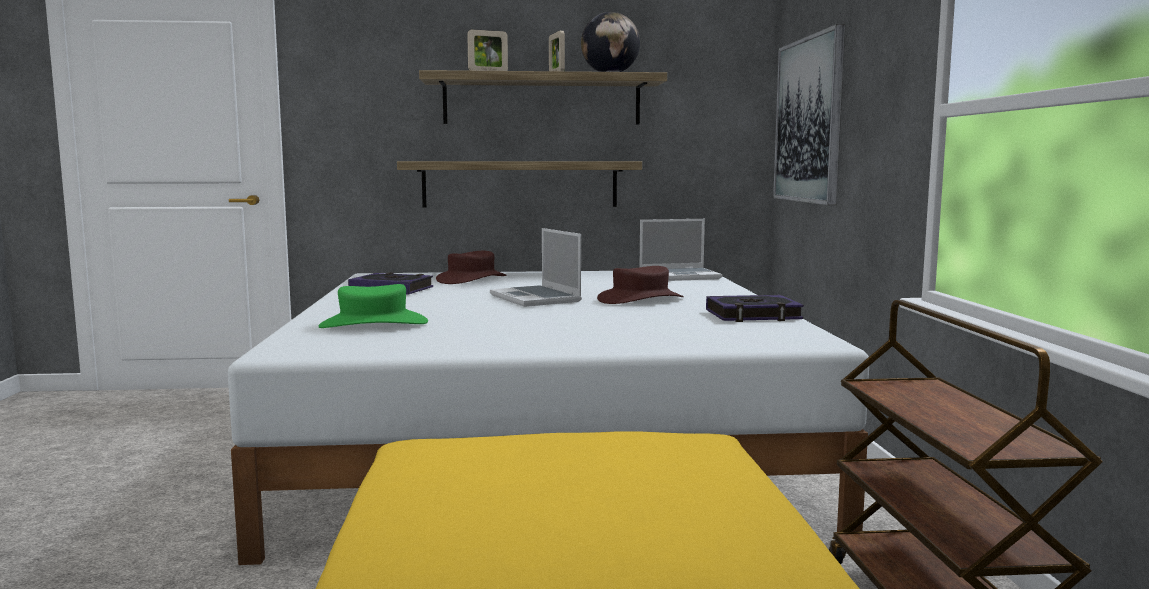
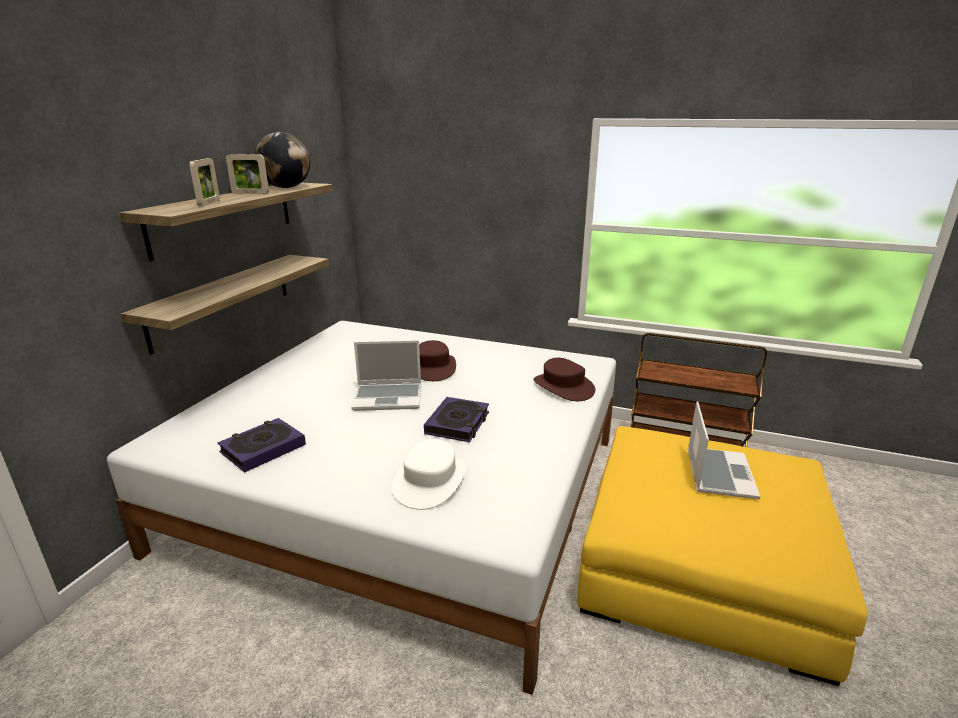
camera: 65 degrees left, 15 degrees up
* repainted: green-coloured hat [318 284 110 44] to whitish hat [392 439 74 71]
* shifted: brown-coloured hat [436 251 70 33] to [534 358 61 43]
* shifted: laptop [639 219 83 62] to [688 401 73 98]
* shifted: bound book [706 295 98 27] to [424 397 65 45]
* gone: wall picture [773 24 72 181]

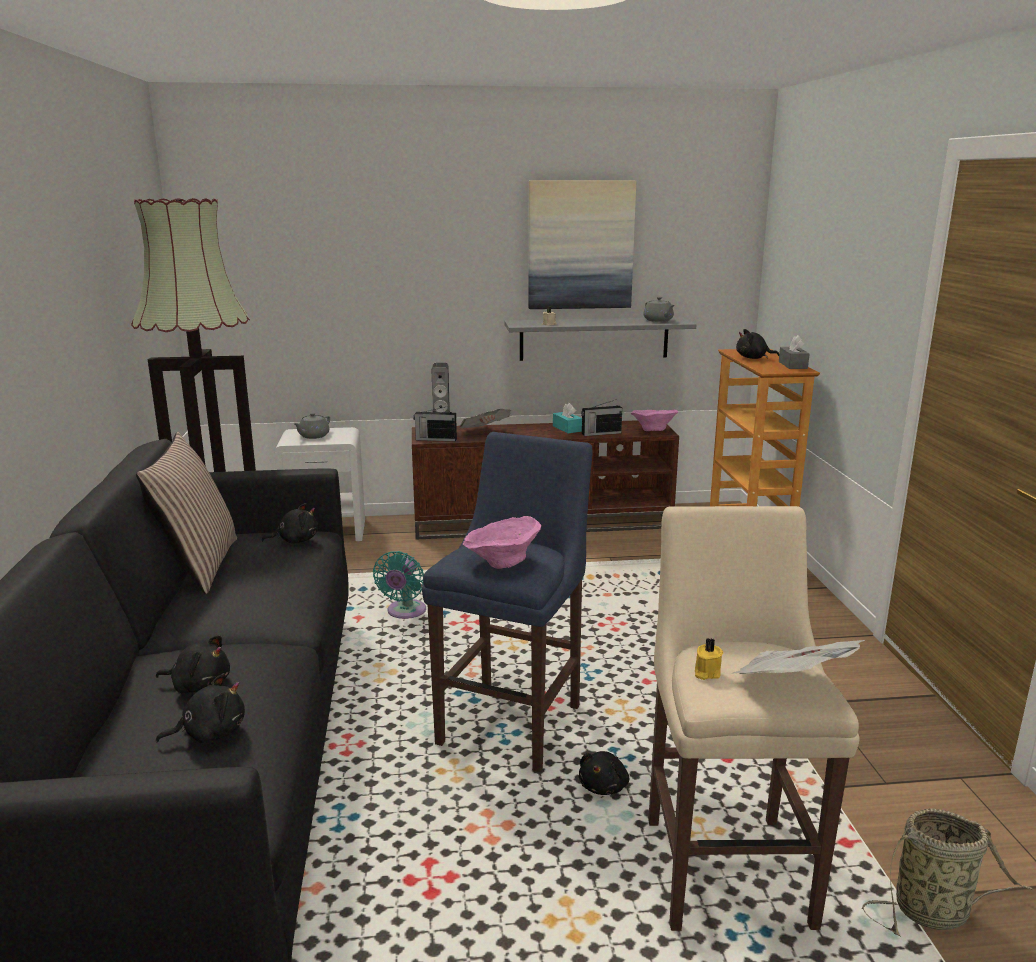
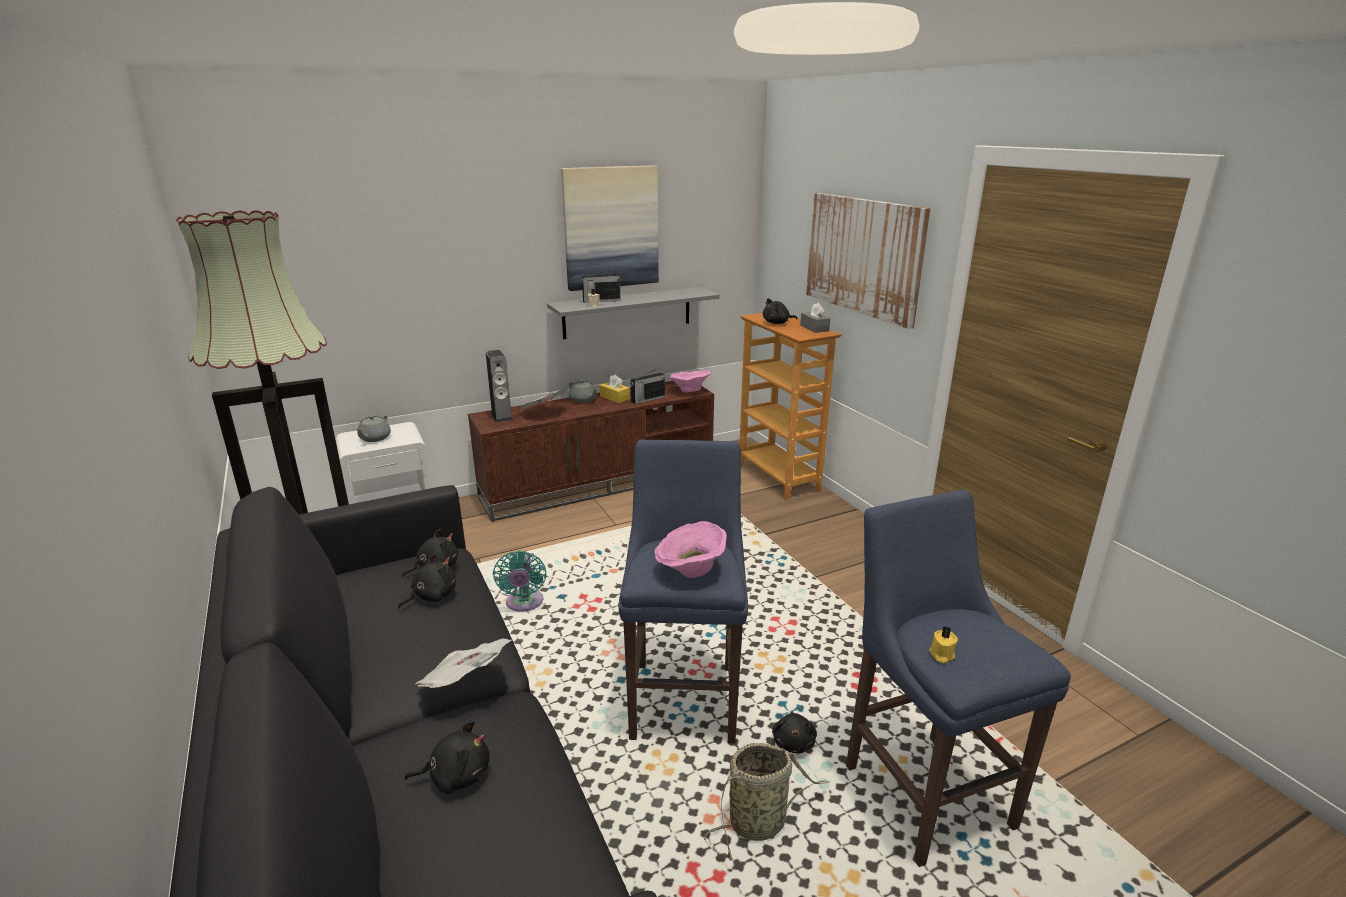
camera: 20 degrees left, 5 degrees up
* gone: throw pillow [136 432 101 162]
* shifted: blackish plush toy [156 673 89 71] to [398 554 58 55]
* shifted: radio receiver [413 406 44 35] to [581 268 40 35]
* repainted: blue-green box of tissues [553 403 29 31] to yellow-coloured box of tissues [600 375 30 28]
* shifted: gray teapot [643 297 31 25] to [569 379 29 24]
* repainted: beige-coloured stool [648 506 212 425] to blue-coloured stool [846 490 225 377]
* shifted: daily paper [731 640 134 34] to [415 638 96 50]
* shifted: storage basket [862 808 171 128] to [704 743 125 118]
* new: wall picture [806 193 124 136]

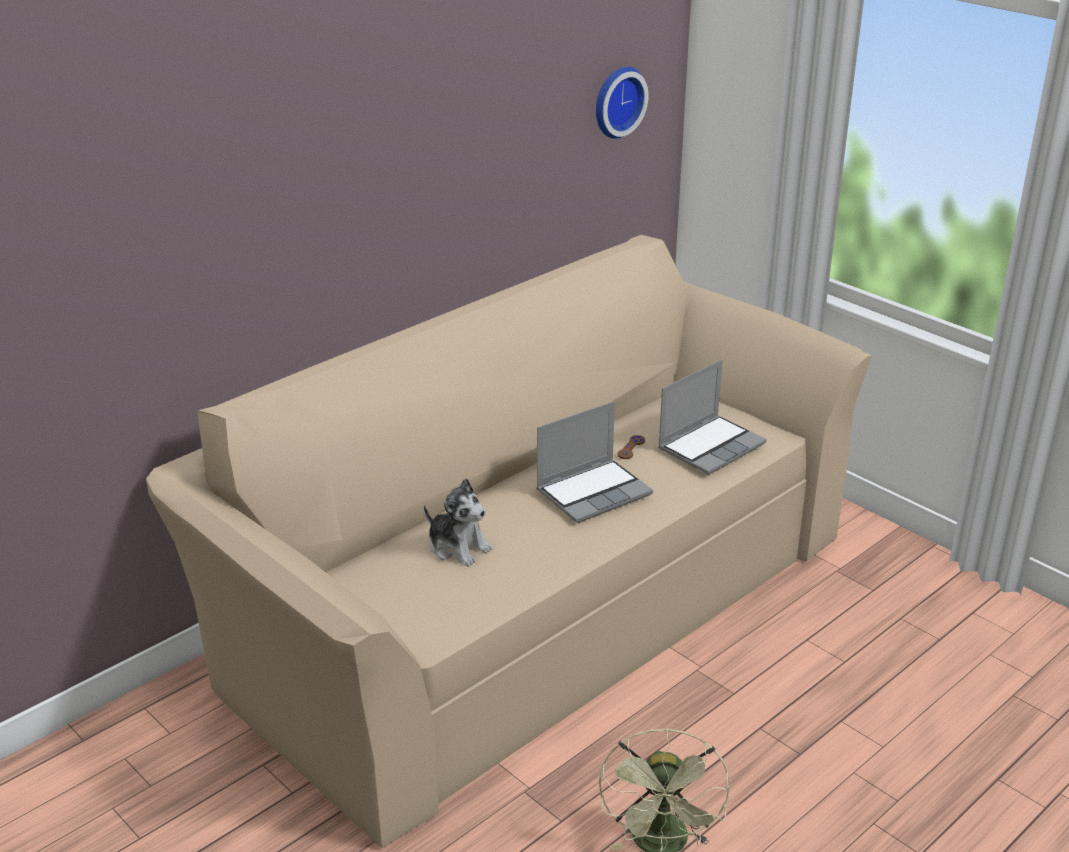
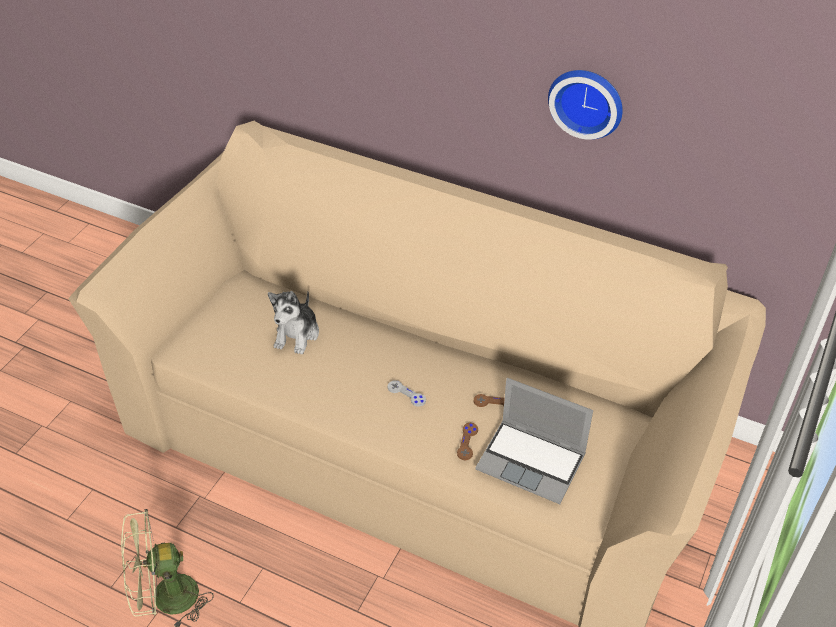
camera: 70 degrees right, 15 degrees up
* swapped: laptop [536 401 117 122] to gray joypad [387 380 39 27]
* shifted: wall clock [596 67 53 72] to [548 70 75 70]
* new: brown-coloured joypad [457 423 21 37]

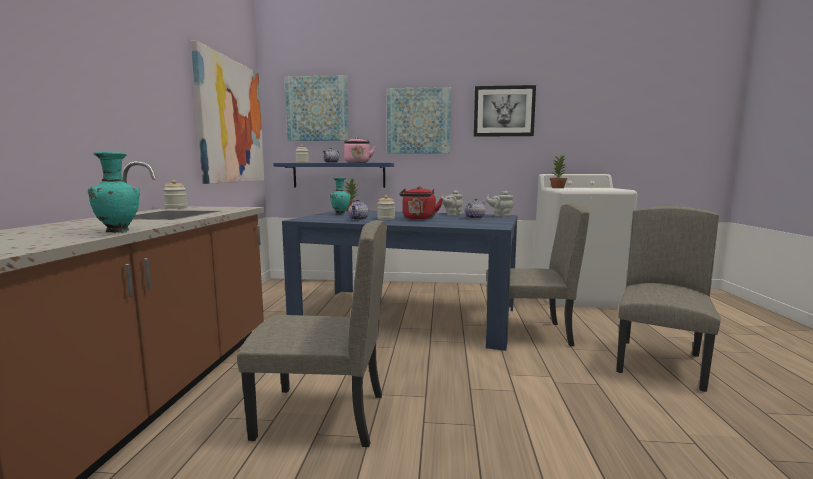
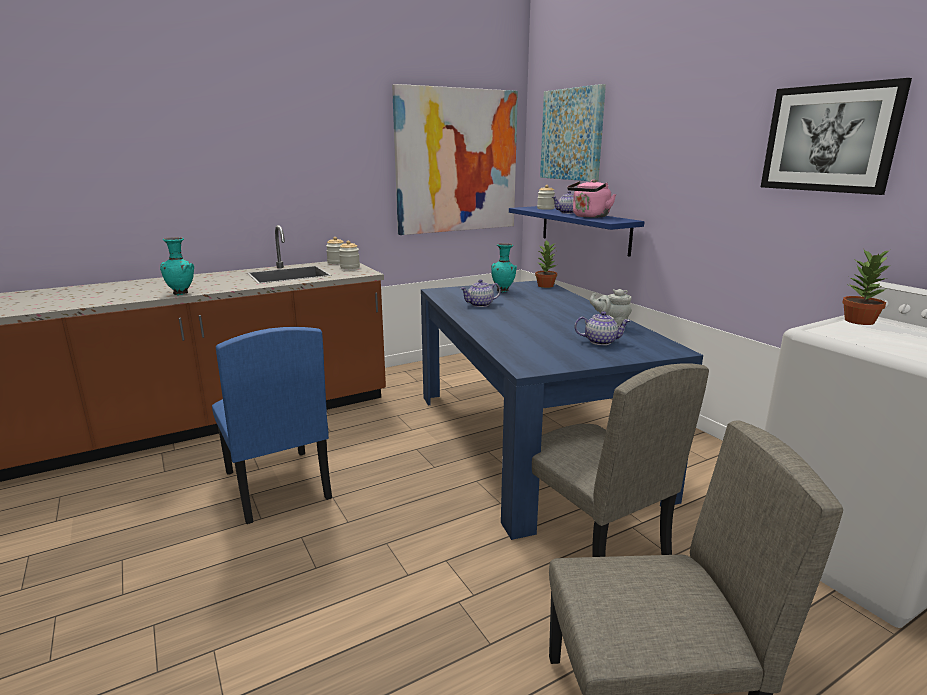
camera: 55 degrees right, 10 degrees up
* repainted: beige-coloured plain chair [237 220 150 227] to blue-coloured plain chair [212 327 120 197]
* shifted: jar [377 195 18 25] to [339 241 21 28]
* gone: wall picture [387 87 64 67]
* gone: red tea kettle [399 186 44 34]
* gone: gray teapot [486 191 27 26]

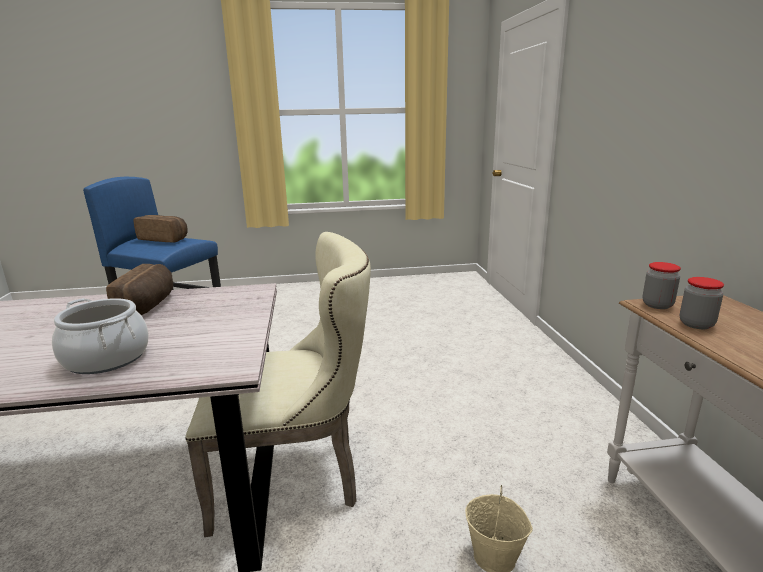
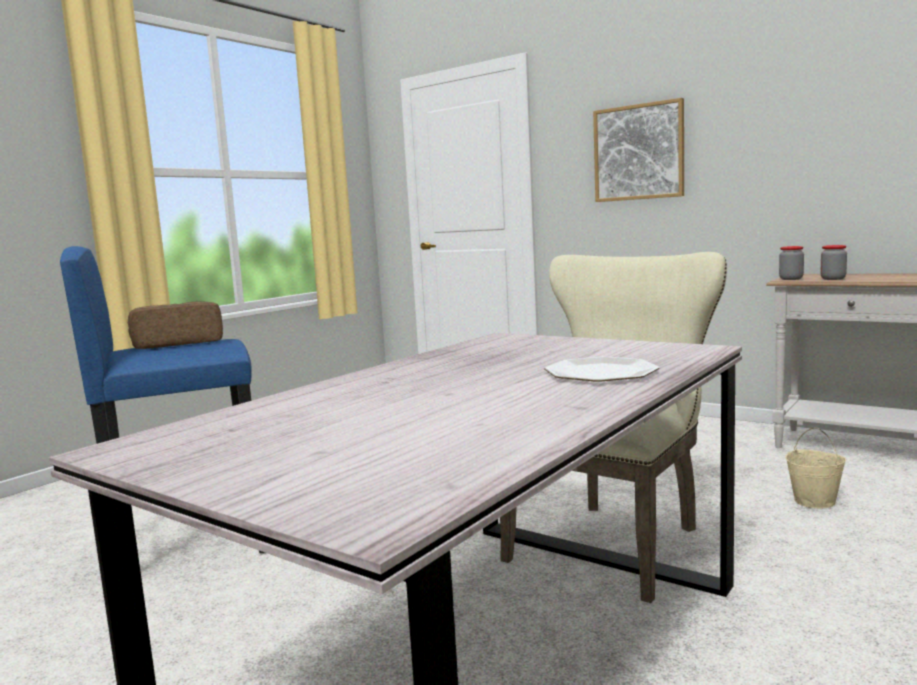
camera: 45 degrees left, 10 degrees down
* swapped: cooking pot [52 298 97 76] to flat dish [544 356 115 26]
* gone: bread [106 264 67 51]
* new: wall picture [593 98 91 104]

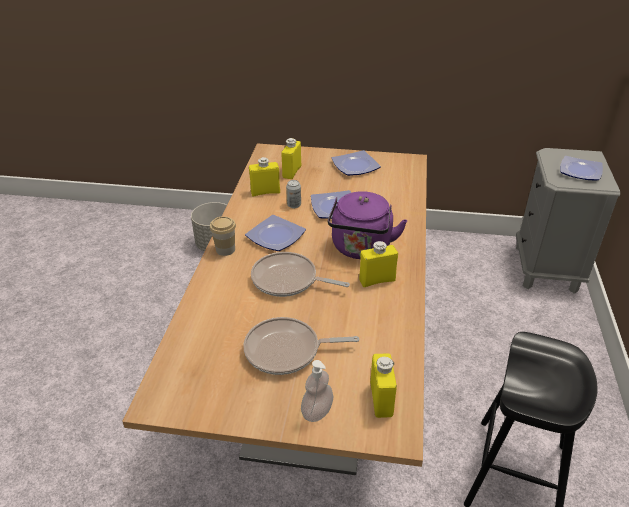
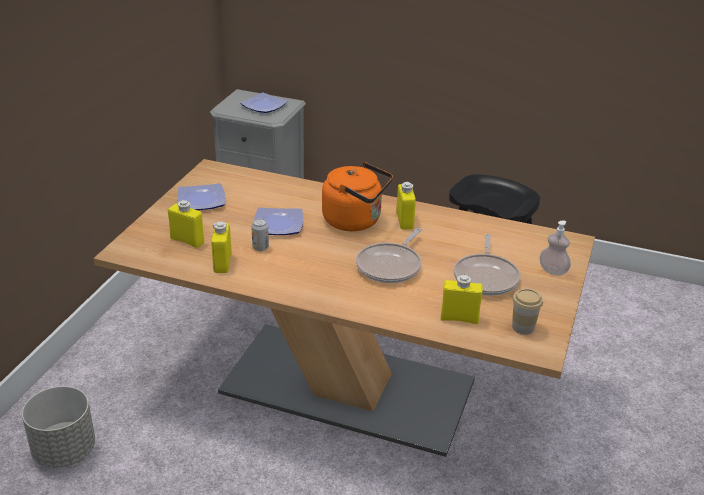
camera: 80 degrees left, 5 degrees down
* shifted: cup [210 216 26 40] to [512 289 31 46]
* gone: flat dish [245 215 61 36]
* repainted: purple-coloured tea kettle [328 191 79 68] to orange tea kettle [322 162 71 69]
* shifted: yellow-coloured beverage bottle [370 353 27 65] to [441 275 42 49]

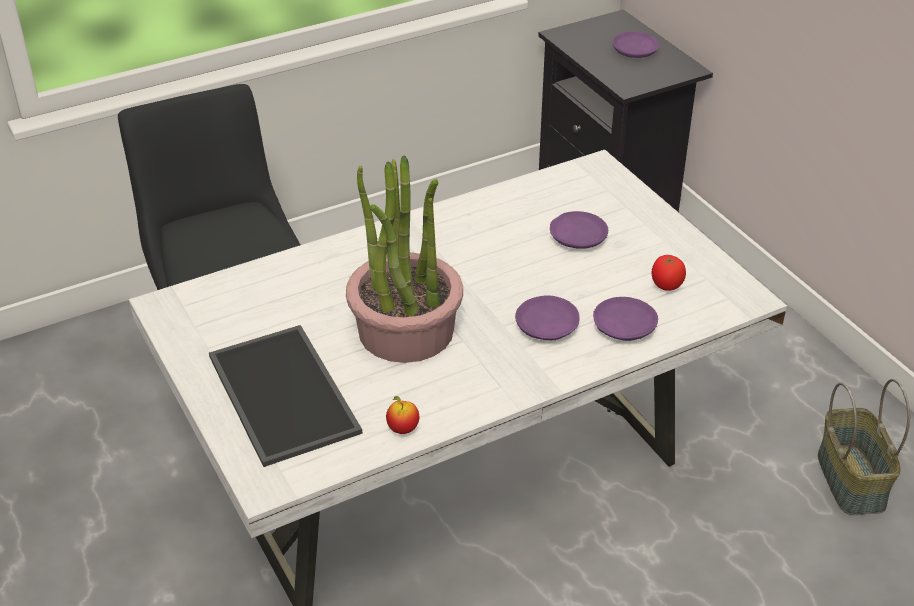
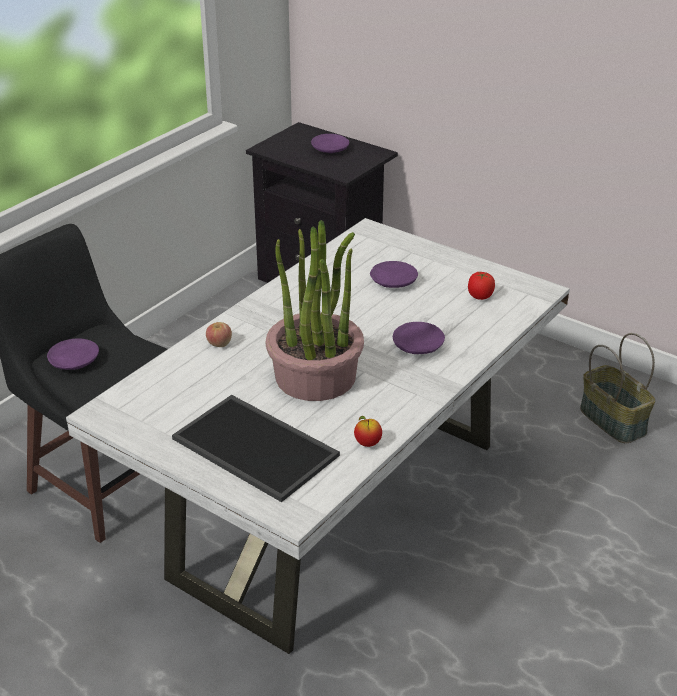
camera: 25 degrees left, 5 degrees down
* shifted: purple-coloured flat dish [593 297 65 44] to [47 338 52 32]
* new: whole apple [206 322 26 25]

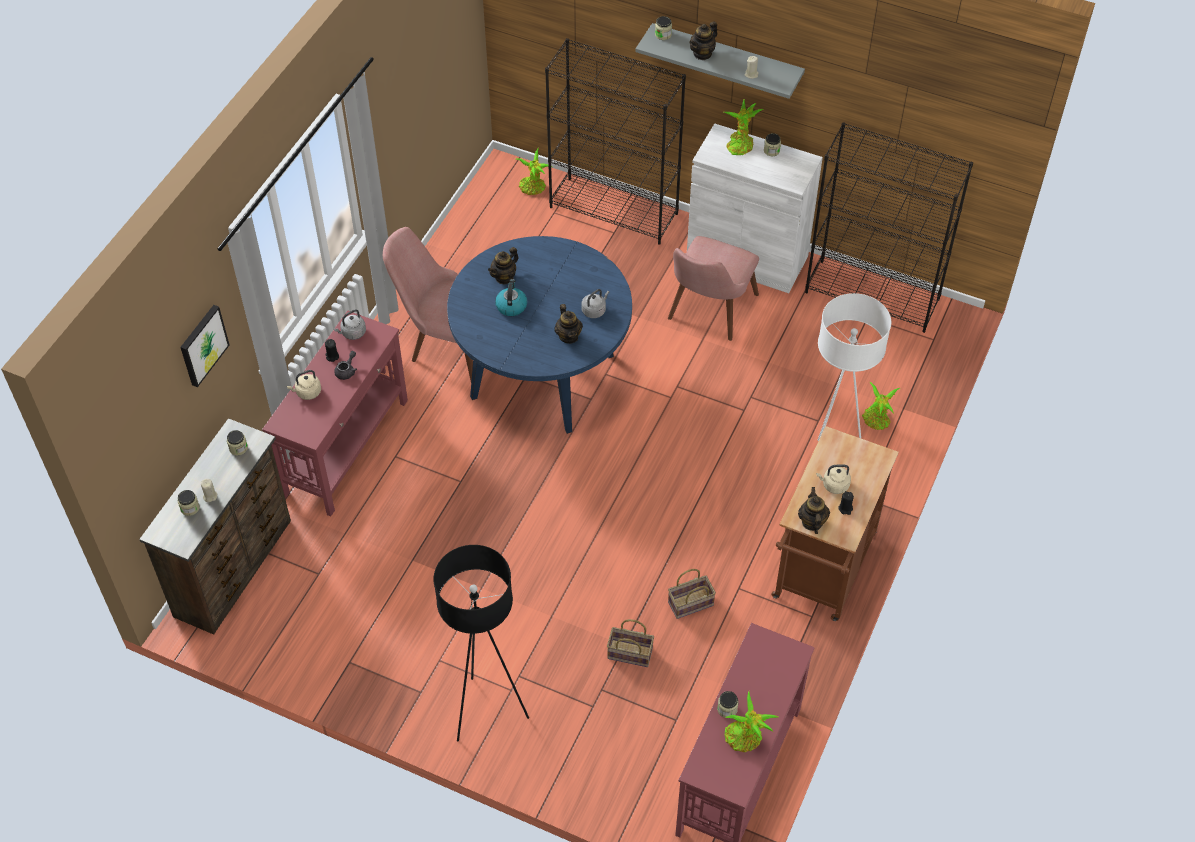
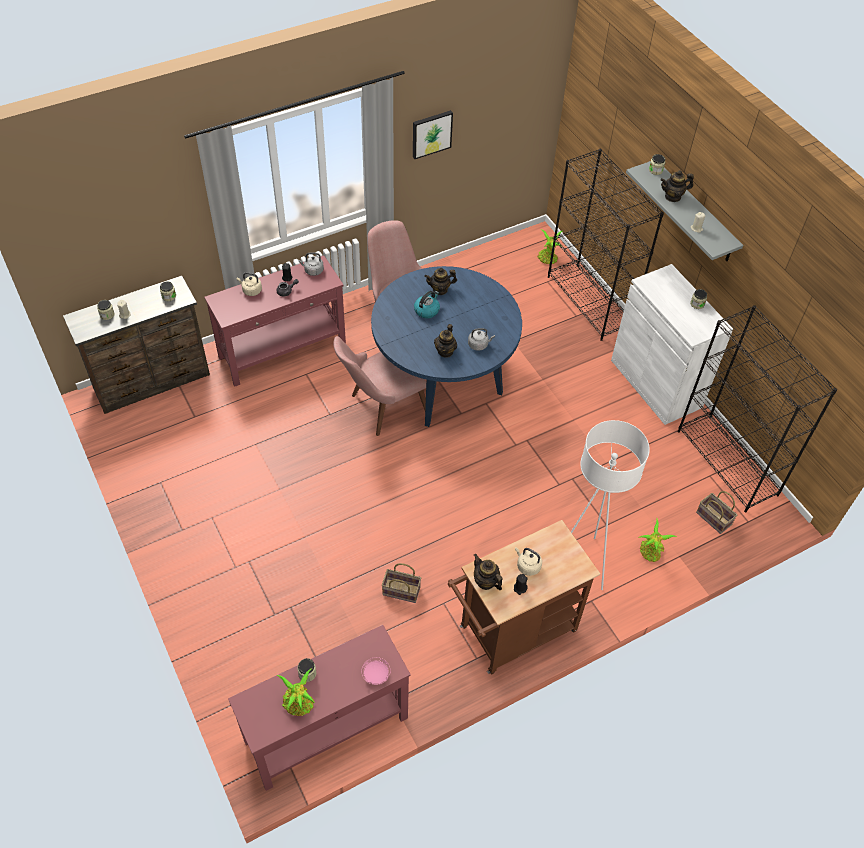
camera: 35 degrees right, 0 degrees up
* shifted: wall picture [180 305 49 82] to [413 110 40 49]
* gone: blackish standing lamp [434 545 95 196]
* shifted: storage basket [607 619 47 48] to [696 491 41 43]
* shifted: pink-coloured plain chair [668 236 91 105] to [333 336 93 100]
* gone: plant in a pot [724 99 40 57]
* rotated: teapot [798 487 32 47] = [474 554 29 36] 75 degrees counterclockwise
* new: pink-coloured flat dish [362 657 29 28]

